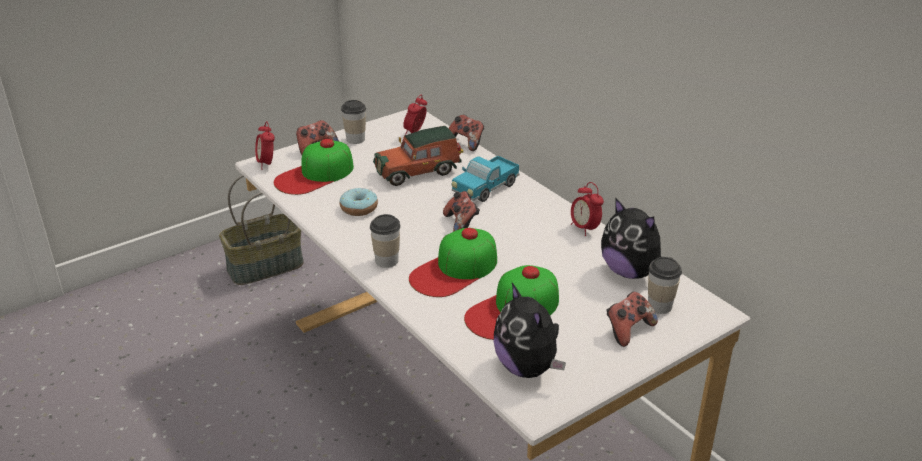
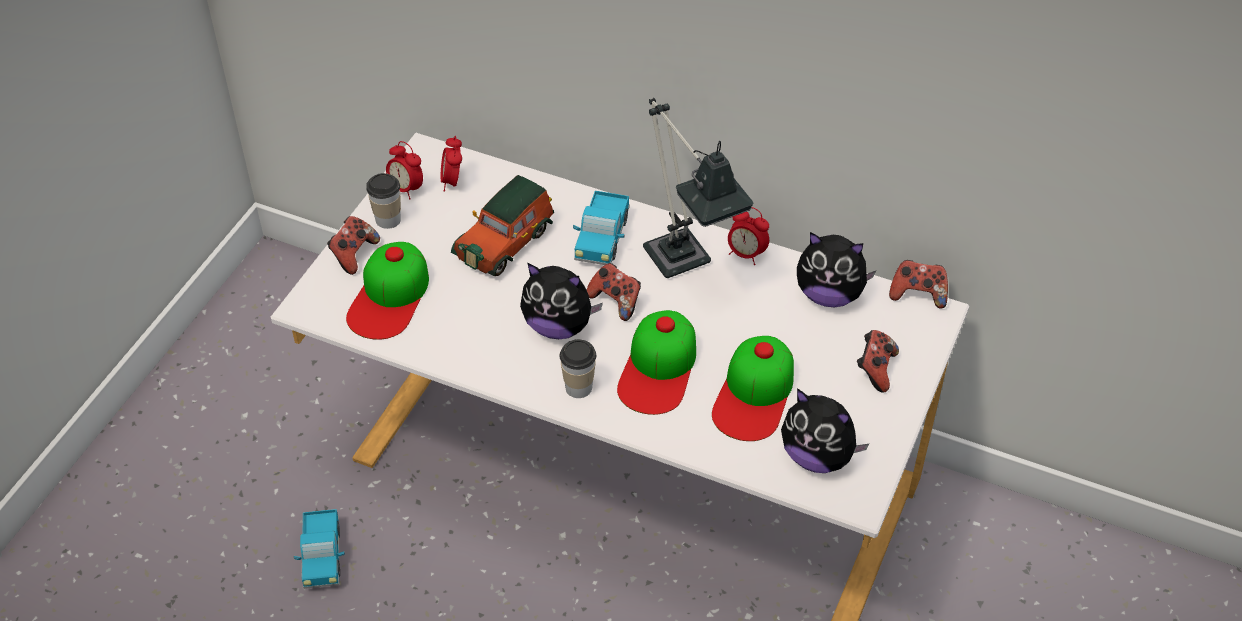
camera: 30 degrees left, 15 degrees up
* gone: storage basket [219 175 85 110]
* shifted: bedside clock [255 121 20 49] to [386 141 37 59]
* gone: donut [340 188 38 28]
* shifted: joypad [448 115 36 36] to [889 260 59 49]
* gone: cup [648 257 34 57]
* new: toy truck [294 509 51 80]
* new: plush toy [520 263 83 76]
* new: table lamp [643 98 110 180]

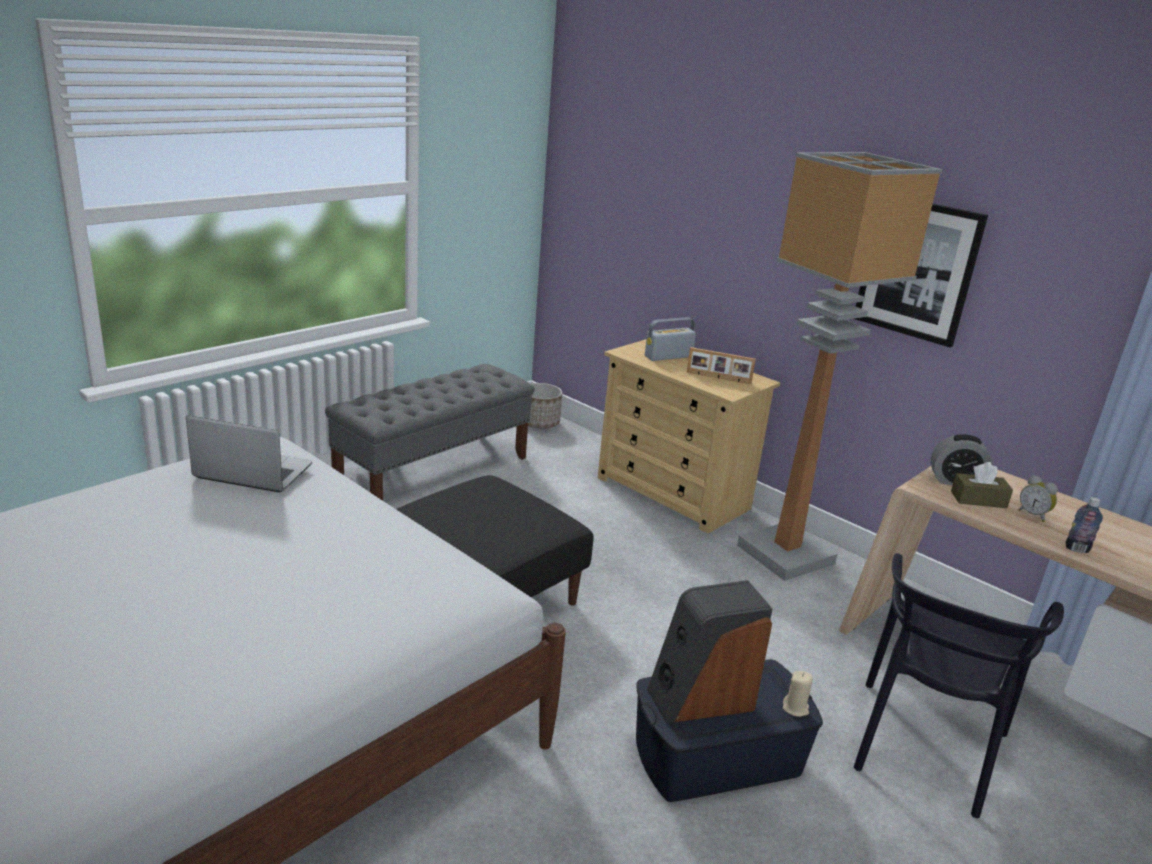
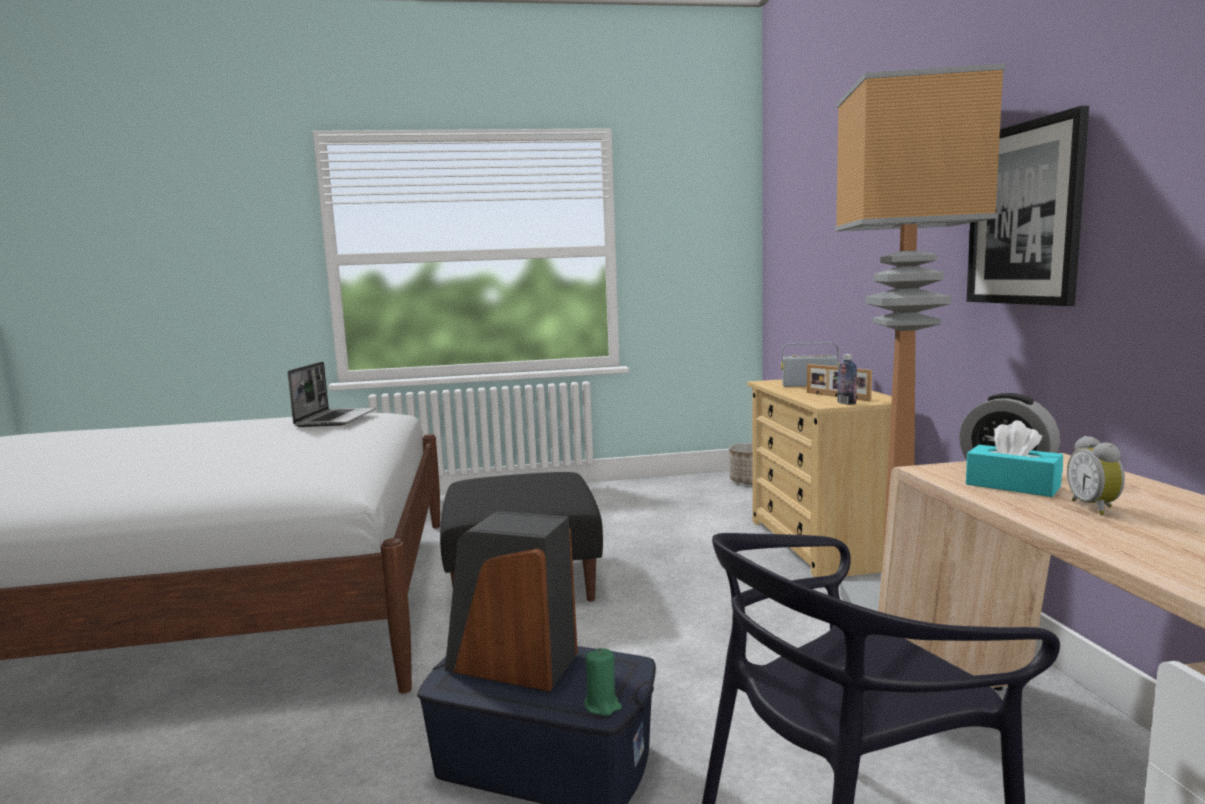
camera: 40 degrees right, 15 degrees down
* rotated: laptop [186 415 126 77] = [288 361 88 66] 45 degrees clockwise
* gone: gray bench [325 364 209 137]
* repainted: beige-coloured candle [783 671 30 46] to green-coloured candle [584 648 38 68]
* repainted: brown-coloured box of tissues [951 462 62 46] to blue-green box of tissues [966 420 97 77]
* shifted: beverage bottle [1065 497 38 56] to [838 354 19 51]

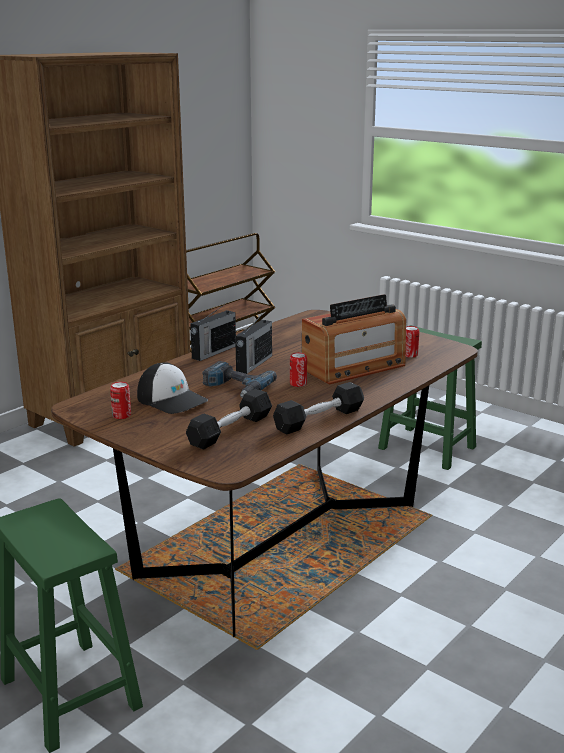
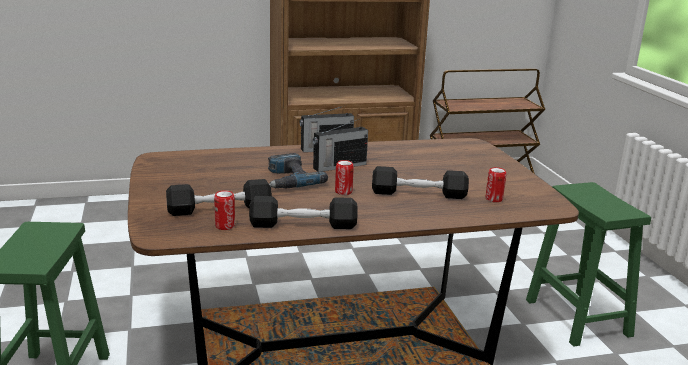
camera: 35 degrees right, 0 degrees up
* shifted: can [110 382 21 37] to [214 190 21 40]
* gone: peaked cap [137 362 71 52]
* swapped: radio receiver [302 294 104 91] to blackish free weight [372 166 97 33]

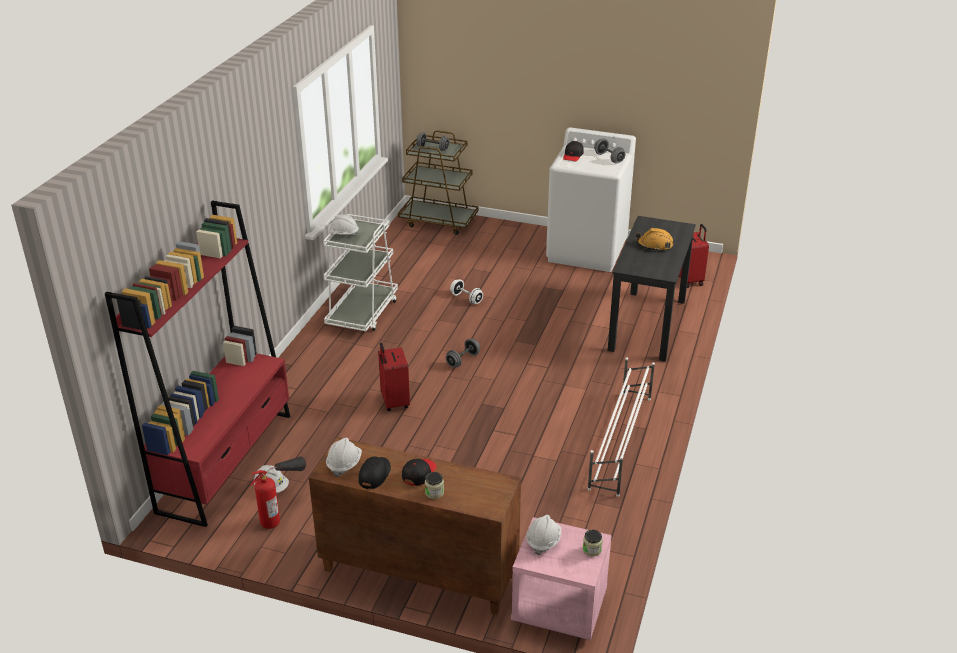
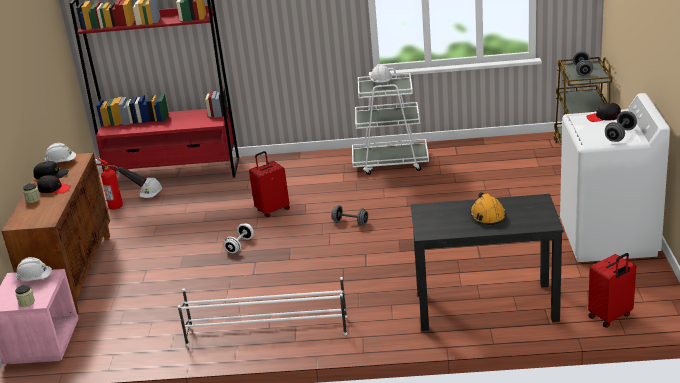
camera: 75 degrees right, 5 degrees down
* shifted: whitish free weight [450 279 33 25] to [224 223 30 30]

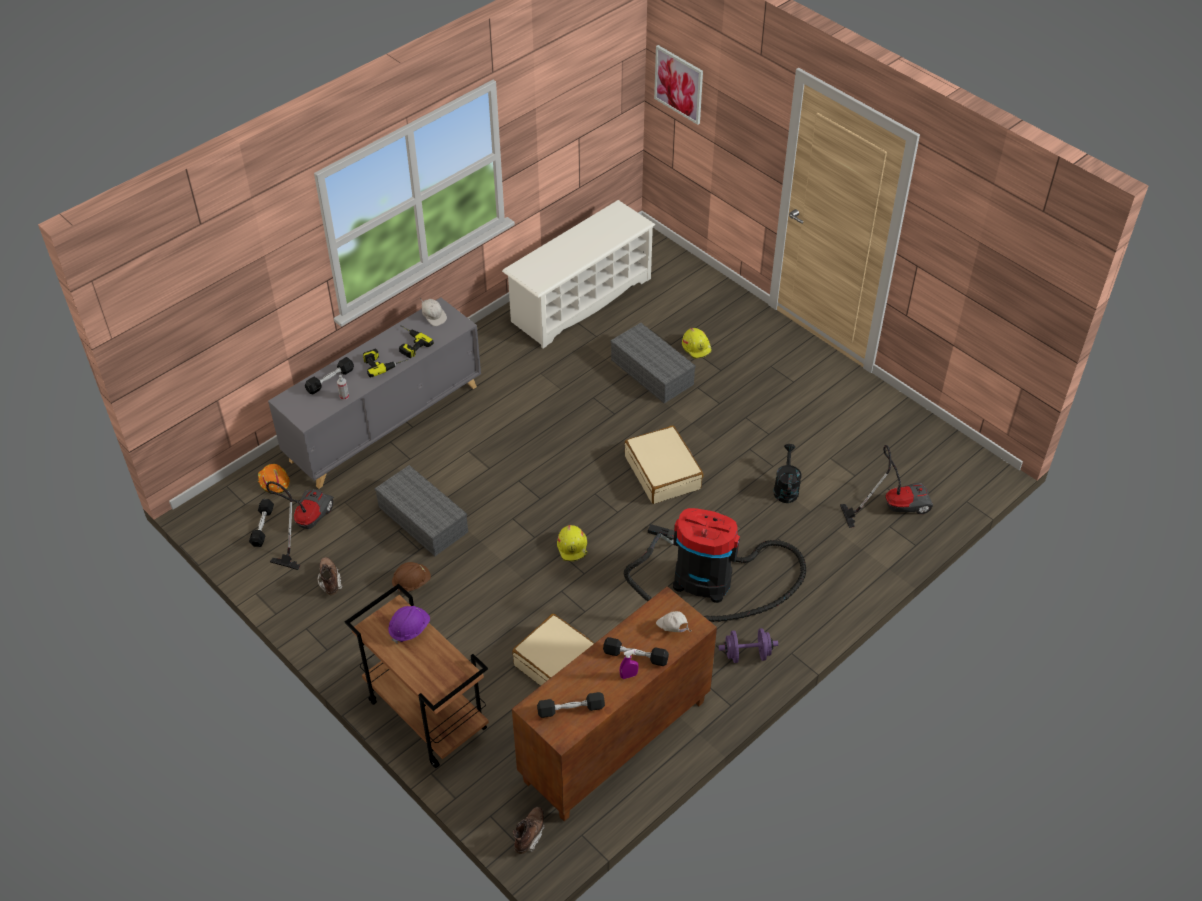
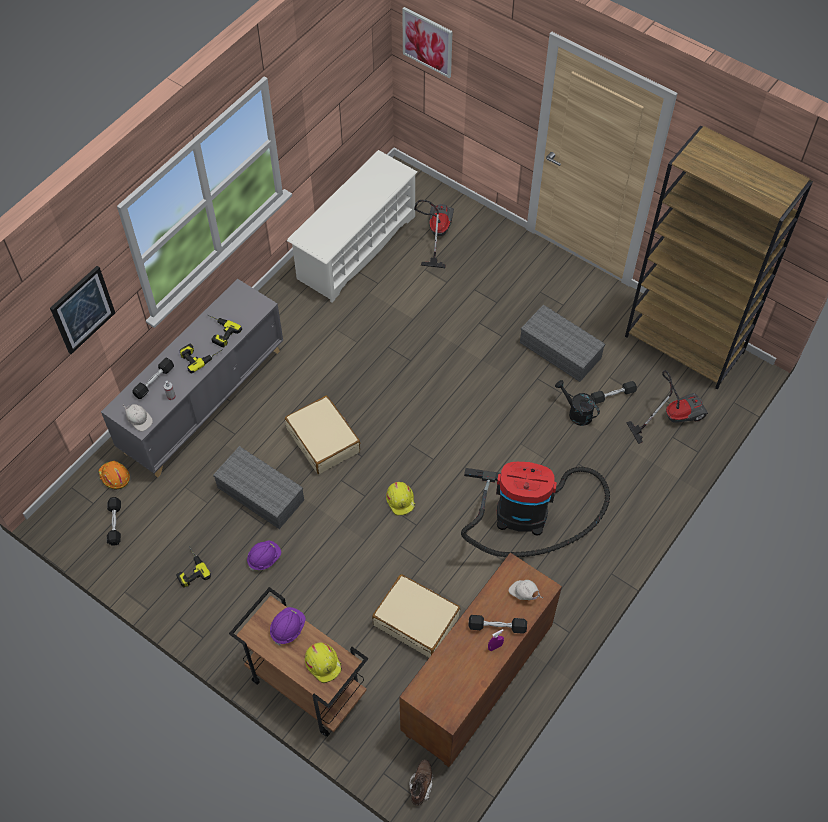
camera: 10 degrees left, 10 degrees up
* shifted: hoover [266 481 68 89] to [414 200 40 68]
* swapped: brown-coloured tall boot [318 557 25 38] to power drill [176 546 35 42]
* repainted: brown-coloured work helmet [392 562 39 30] to purple-coloured work helmet [247 540 34 31]
* shifted: whitish peaked cap [420 298 27 28] to [122 404 31 27]
* shifted: blackish free weight [537 692 68 26] to [591 381 46 23]
* shifted: gray storage box [610 323 86 80] to [520 305 85 77]
* shifted: beige-coloured travel case [625 426 78 78] to [285 396 75 78]
* shifted: yellow-coloured work helmet [682 328 30 31] to [305 642 37 41]
* gone: purple-coloured free weight [719 628 59 35]
* rotated: blackish sprinkling can [774 444 28 59] = [555 380 45 46] 45 degrees counterclockwise
* new: wall picture [50 266 65 88]
* new: brown-coloured bookshelf [625 126 188 263]

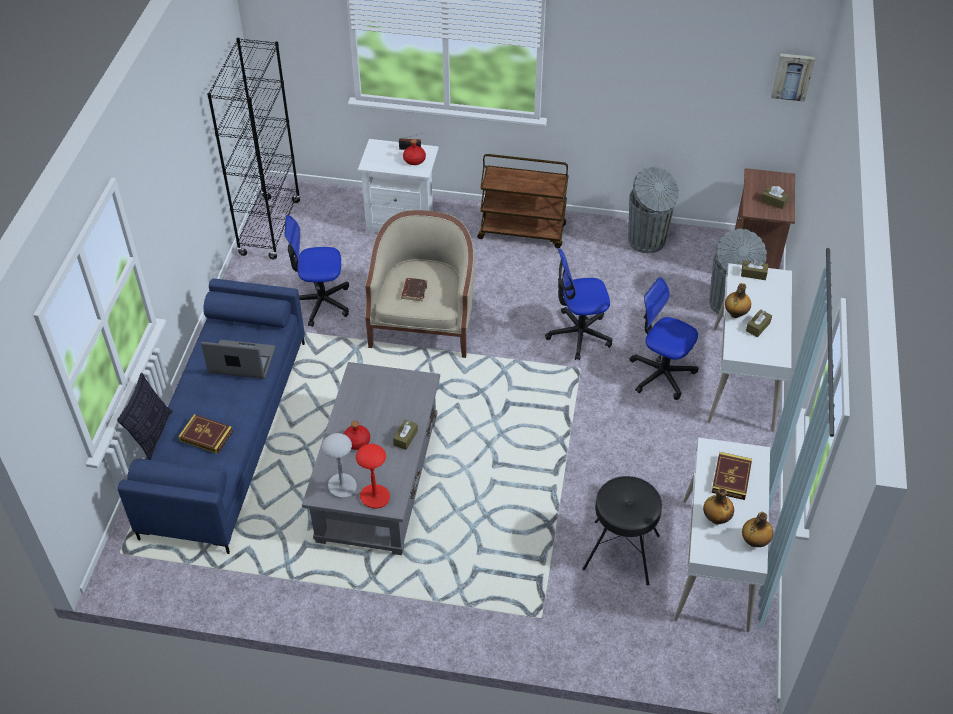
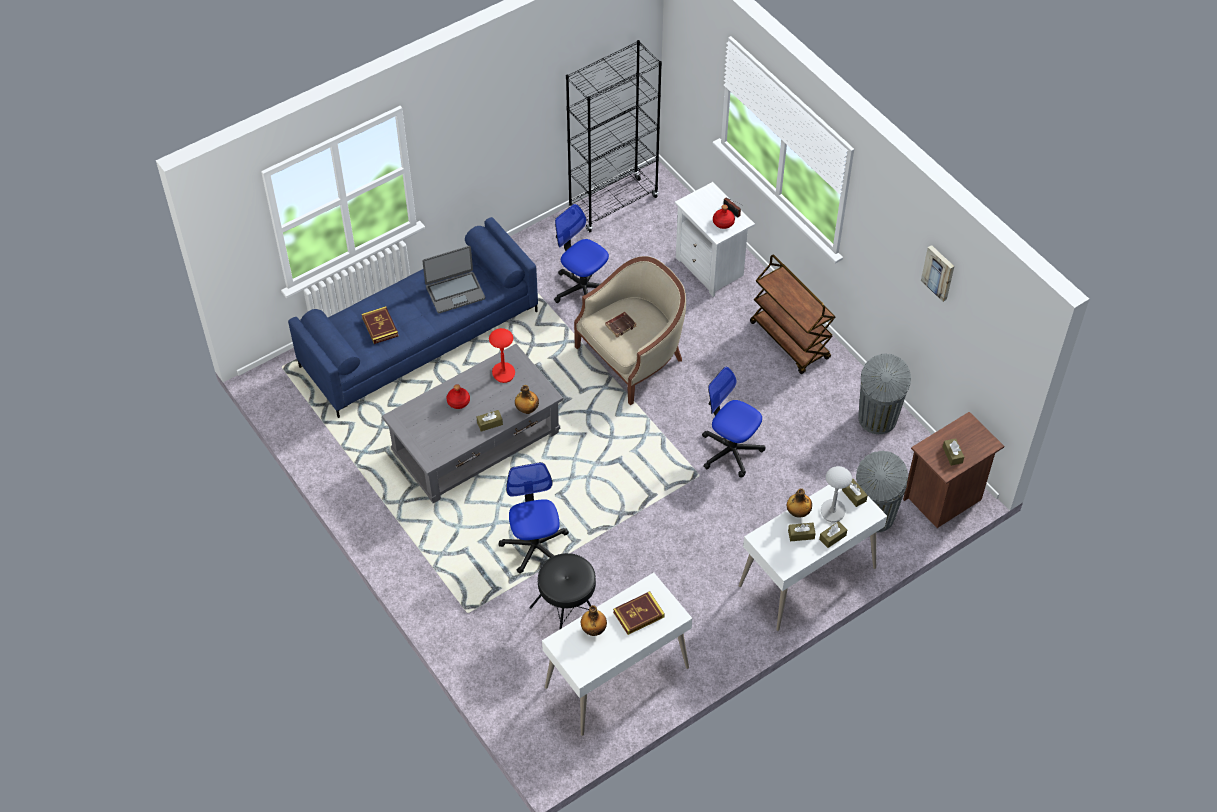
camera: 45 degrees right, 5 degrees up
* gone: throw pillow [117 373 55 87]
* rotated: laptop [201 340 74 39] = [422 246 63 67] 105 degrees clockwise
* shifted: gray table lamp [322 433 35 65] to [821 466 31 56]
* shifted: red table lamp [356 444 34 65] to [489 328 26 55]
* shifted: desk chair [630 277 68 123] to [499 462 70 112]
* shifted: beverage bottle [742 512 31 35] to [515 385 24 29]
* shifted: wall picture [771 53 44 49] to [921 245 33 57]
* new: brown-coloured box of tissues [819 521 28 27]

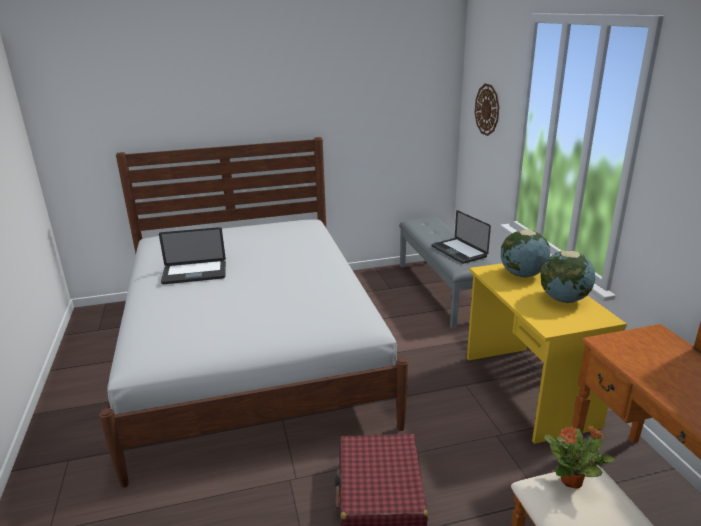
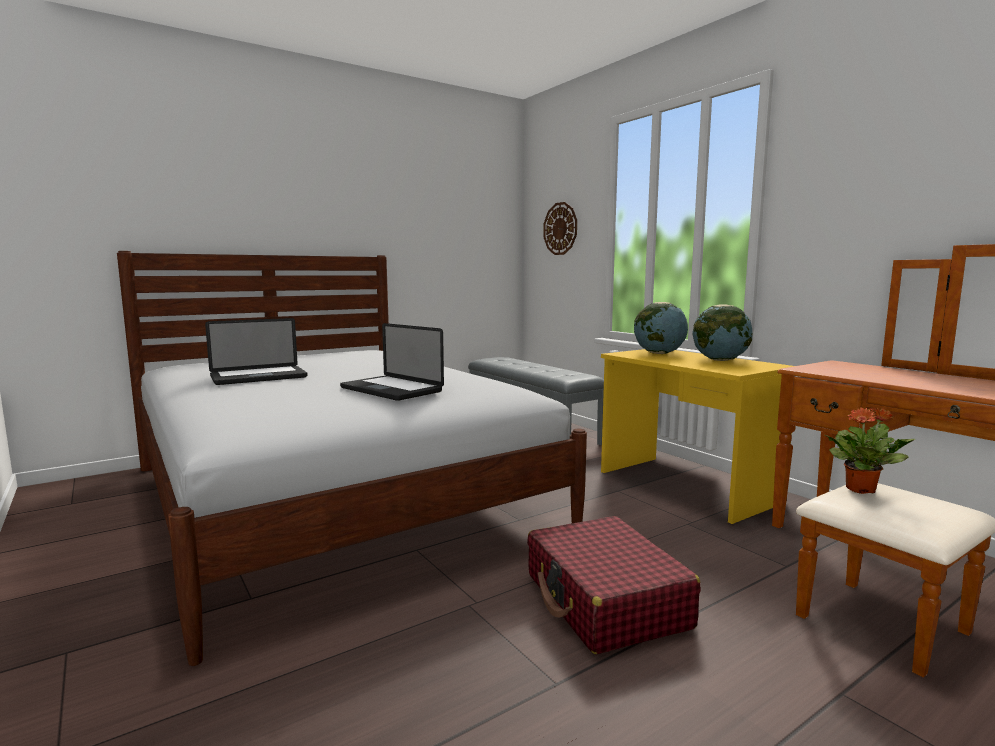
camera: 20 degrees left, 15 degrees down
* shifted: laptop [431 210 60 54] to [340 323 104 78]

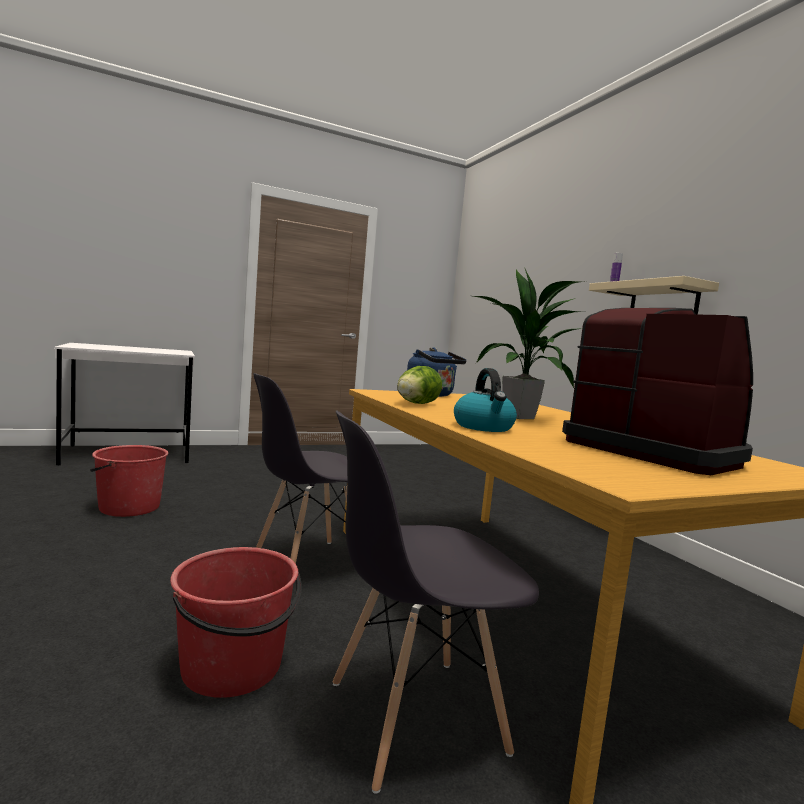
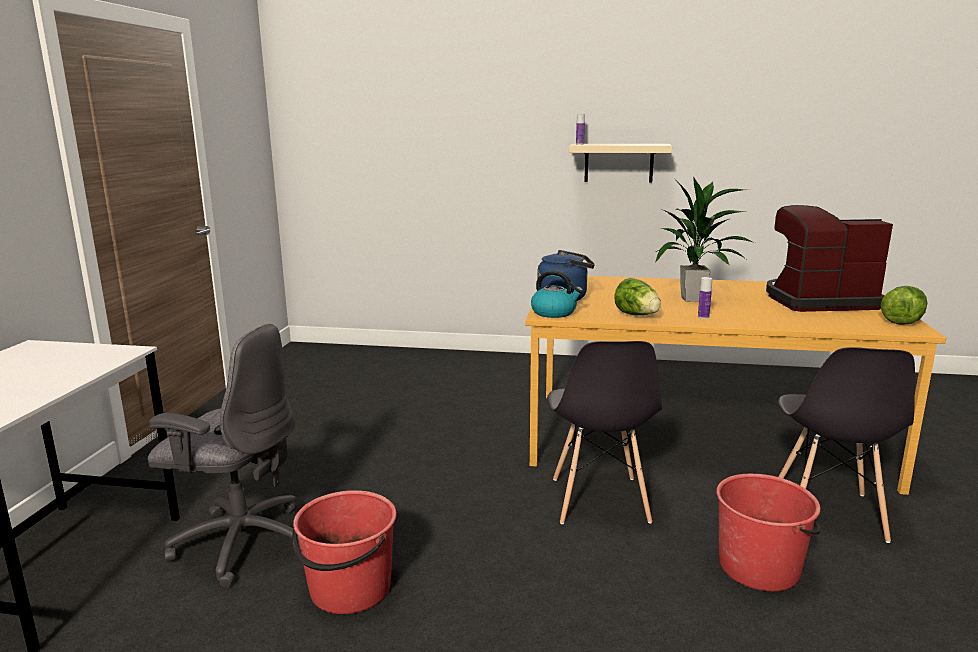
camera: 55 degrees left, 10 degrees up
* shifted: tea kettle [454 368 63 64] to [531 270 52 48]
* new: gray desk chair [148 324 153 264]
* new: beverage bottle [698 277 14 42]
* new: lettuce head [881 286 46 39]

